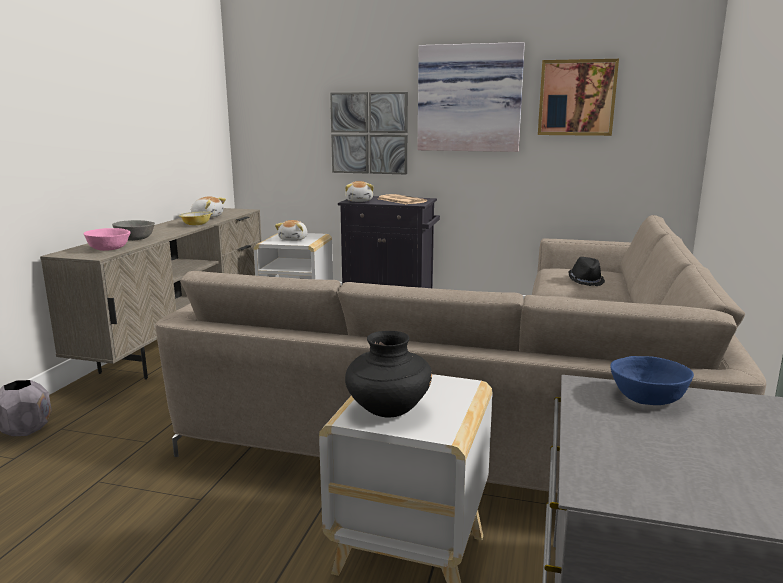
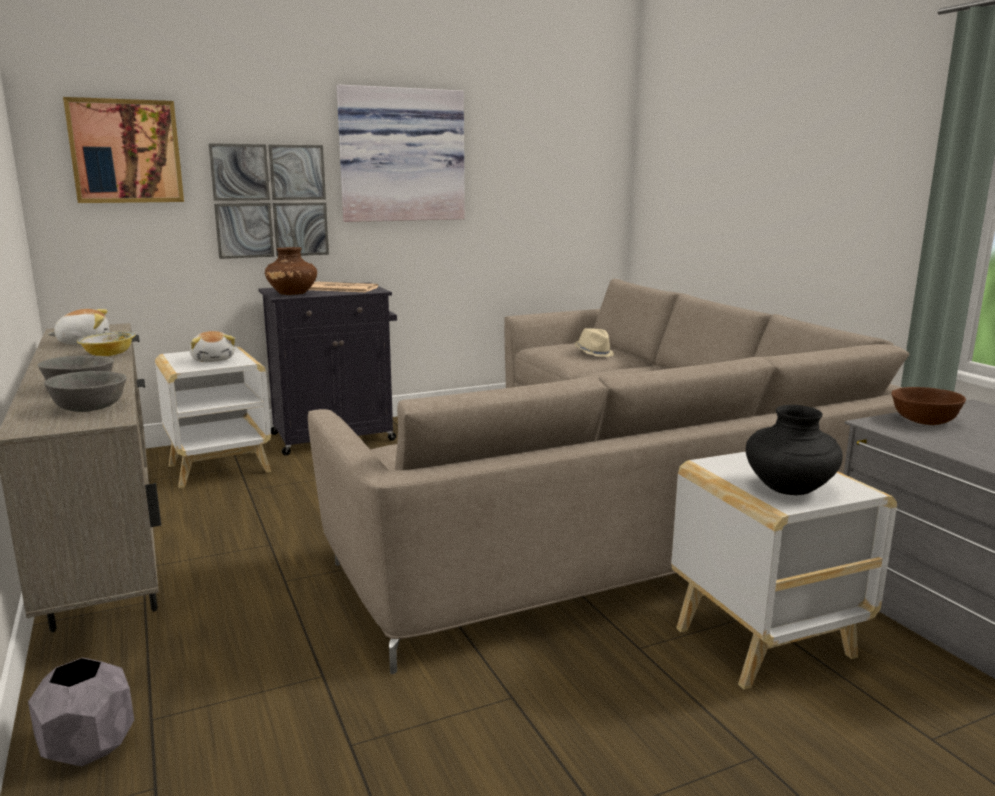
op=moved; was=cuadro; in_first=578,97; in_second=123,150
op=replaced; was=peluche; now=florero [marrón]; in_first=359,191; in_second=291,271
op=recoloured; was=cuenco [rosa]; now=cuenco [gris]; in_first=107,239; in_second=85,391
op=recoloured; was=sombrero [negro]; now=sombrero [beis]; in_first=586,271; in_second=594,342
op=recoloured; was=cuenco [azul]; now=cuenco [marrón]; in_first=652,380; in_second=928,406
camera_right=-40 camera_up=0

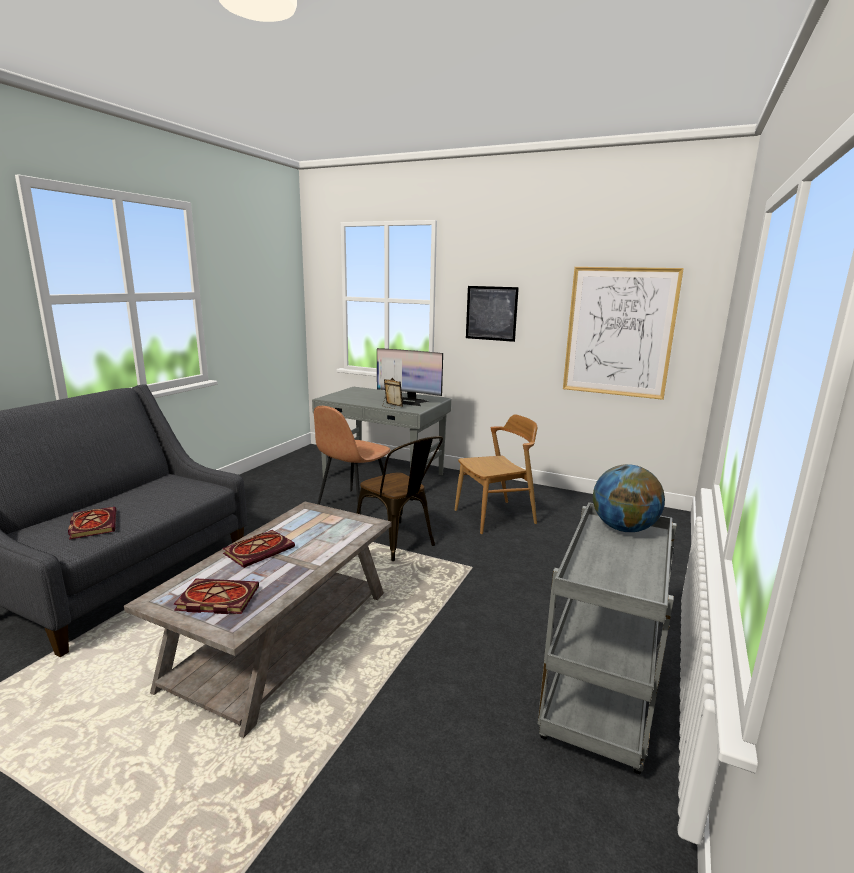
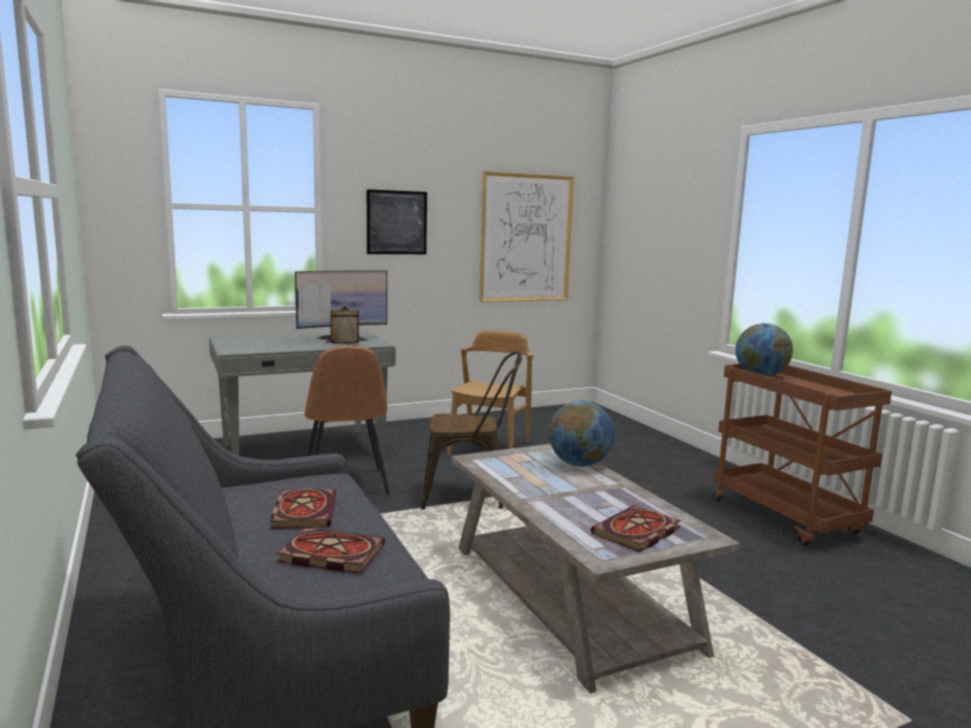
op=added; now=globo terráqueo; in_second=582,433
op=moved; was=libro; in_first=258,549; in_second=303,509
op=recoloured; was=carrito [gris]; now=carrito [marrón]; in_first=607,638; in_second=802,455
camera_right=-50 camera_up=-5

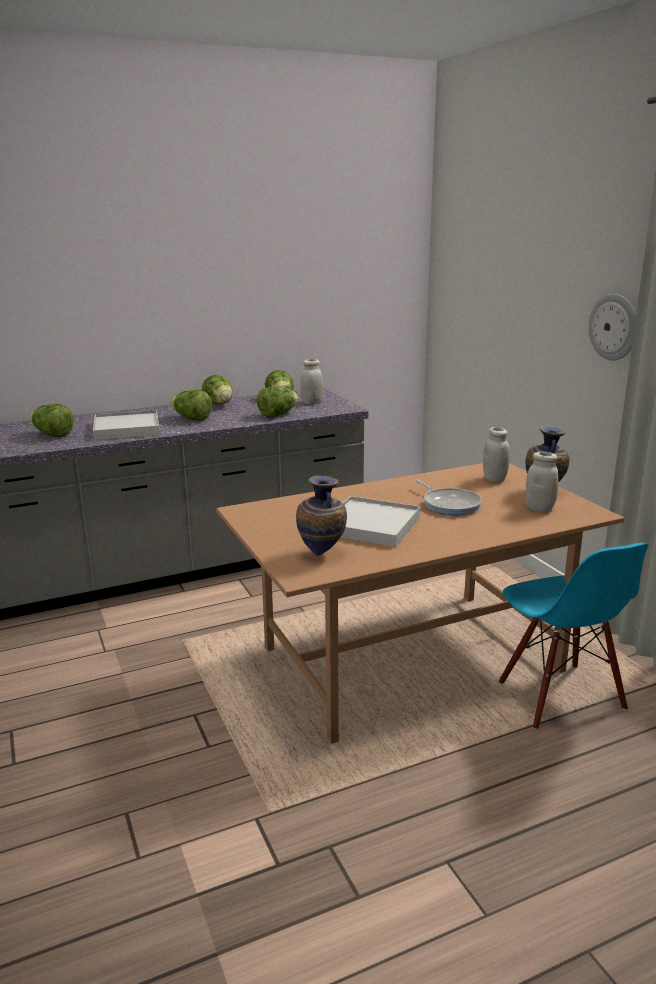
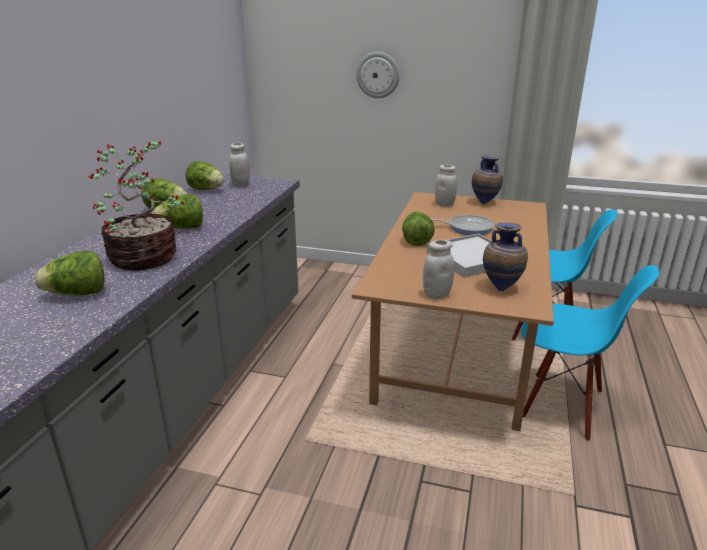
op=added; now=silla [azul]; in_second=590,353
op=moved; was=lechuga; in_first=278,402; in_second=418,229
op=moved; was=tarro [blanco]; in_first=542,482; in_second=438,269
op=moved; was=reloj de pared; in_first=612,327; in_second=378,75
op=replaced; was=bandeja [blanco]; now=planta en maceta; in_first=126,425; in_second=136,206
camera_right=-50 camera_up=5

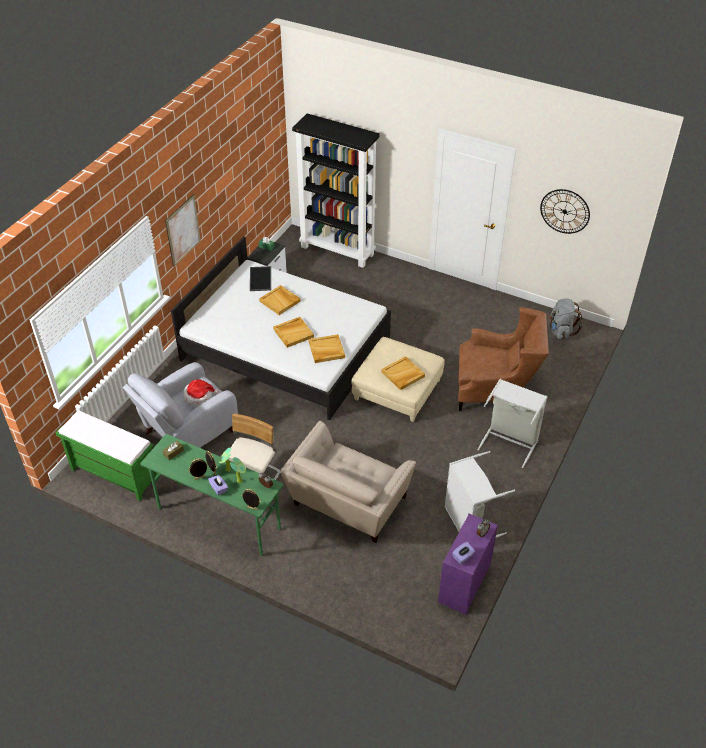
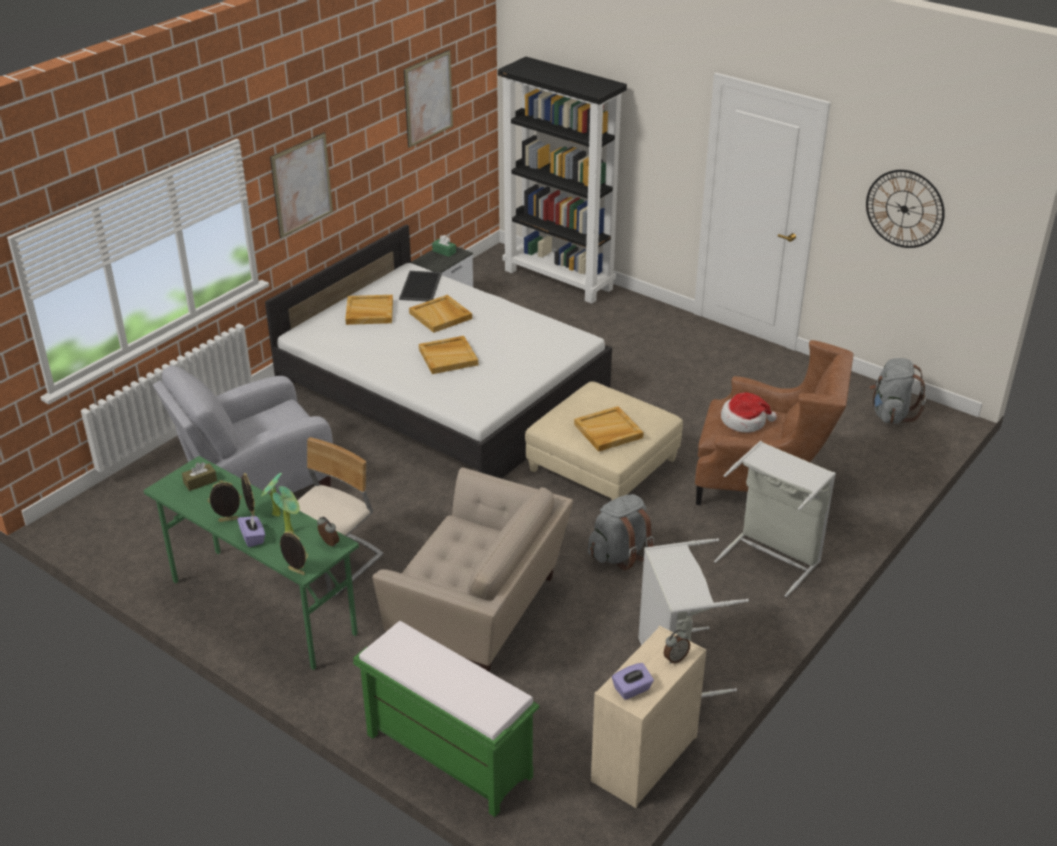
op=added; now=cuadro; in_second=428,99
op=added; now=mochila [gris]; in_second=621,532
op=moved; was=banco [verde]; in_first=107,455; in_second=446,719
op=moved; was=sombrero; in_first=201,392; in_second=749,413
op=moved; was=bandeja [beis]; in_first=327,348; in_second=369,310
op=recoloured; was=cómoda [morado]; now=cómoda [beis]; in_first=468,564; in_second=648,717
op=turned; was=sillón [beis]; in_first=348,482; in_second=472,570; clockwise=-105
camera_right=10 camera_up=-10

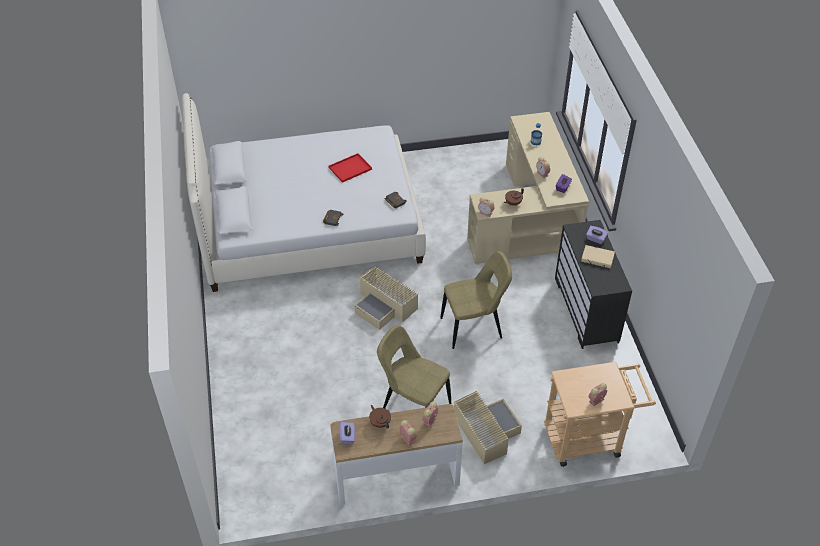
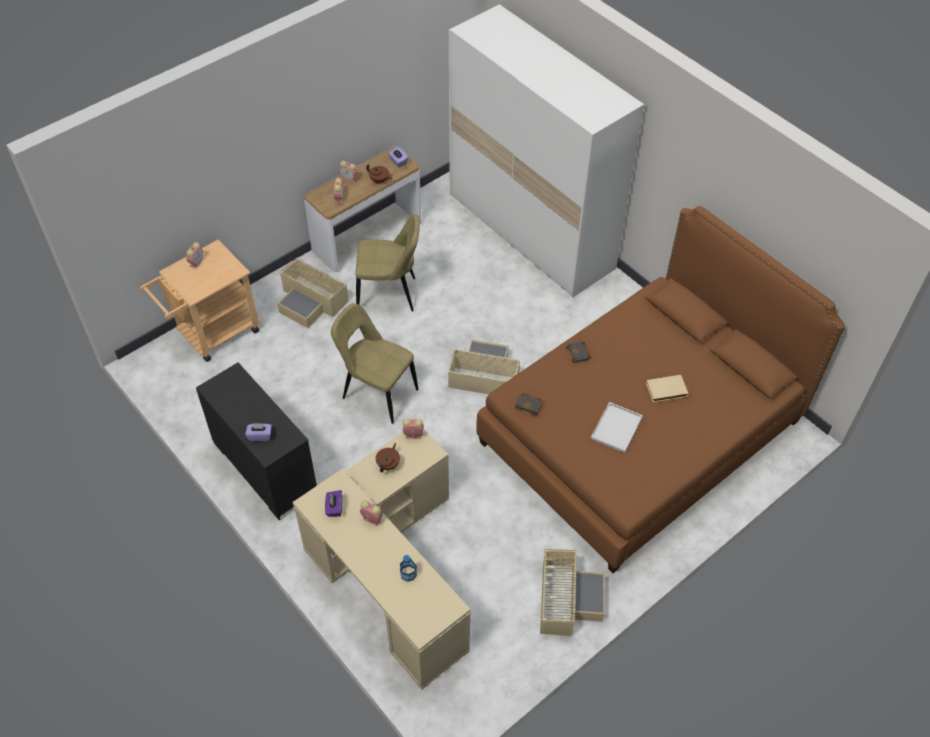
op=added; now=armario ropero [blanco]; in_second=546,150
op=added; now=caja de almacenaje [beis]; in_second=572,592
op=moved; was=libro [beis]; in_first=598,256; in_second=667,388
op=recoloured; was=cama [blanco]; now=cama [marrón]; in_first=304,192; in_second=661,389
op=recoloured; was=bandeja [rojo]; now=bandeja [blanco]; in_first=350,168; in_second=617,427
op=turned; was=silla [beis]; in_first=476,300; in_second=374,363; clockwise=75
camera_right=150 camera_up=5

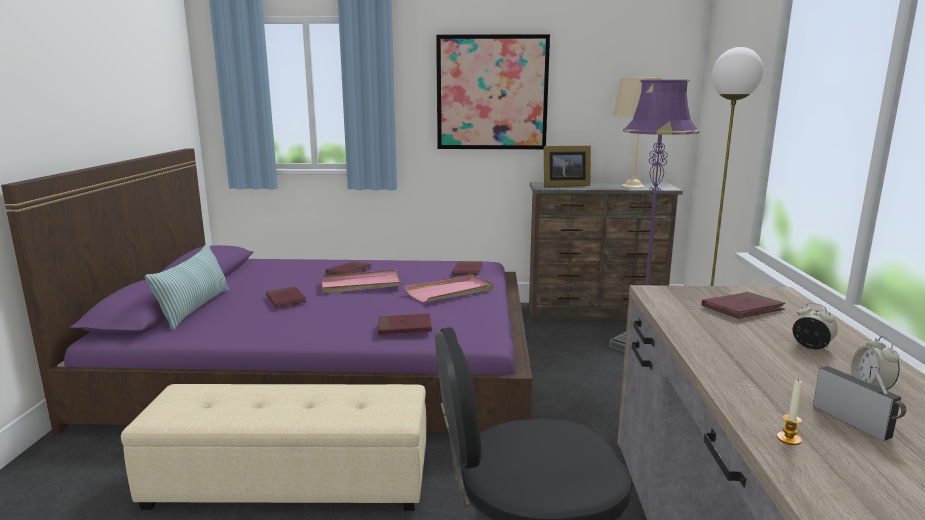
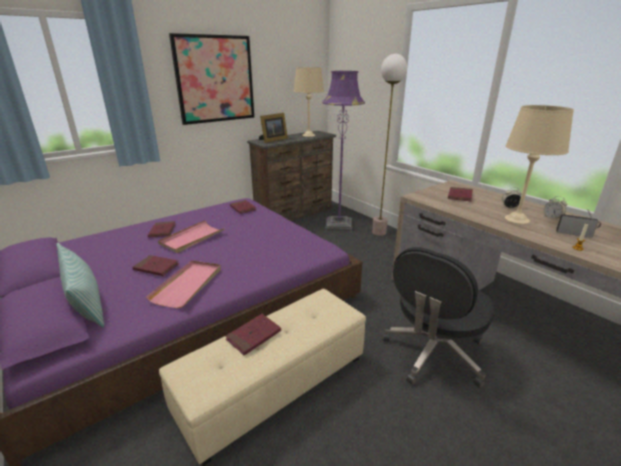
op=added; now=lámpara de mesa [beis]; in_second=539,164
op=moved; was=libro [rojo]; in_first=405,324; in_second=253,335
op=moved; was=bandeja [rosa]; in_first=449,288; in_second=183,284
camera_right=-40 camera_up=10

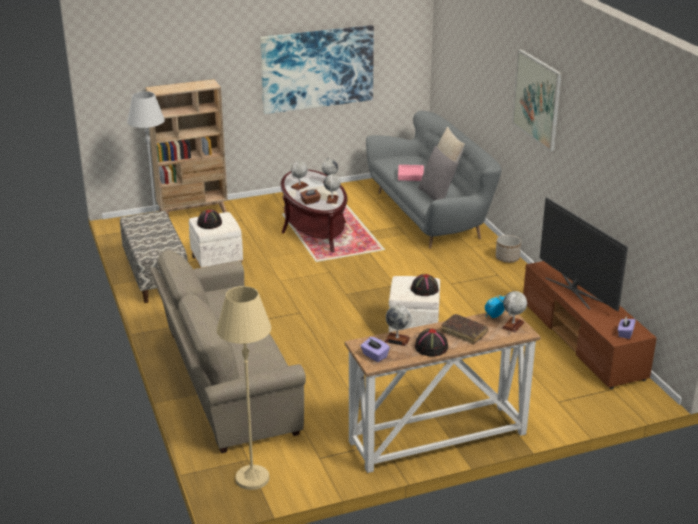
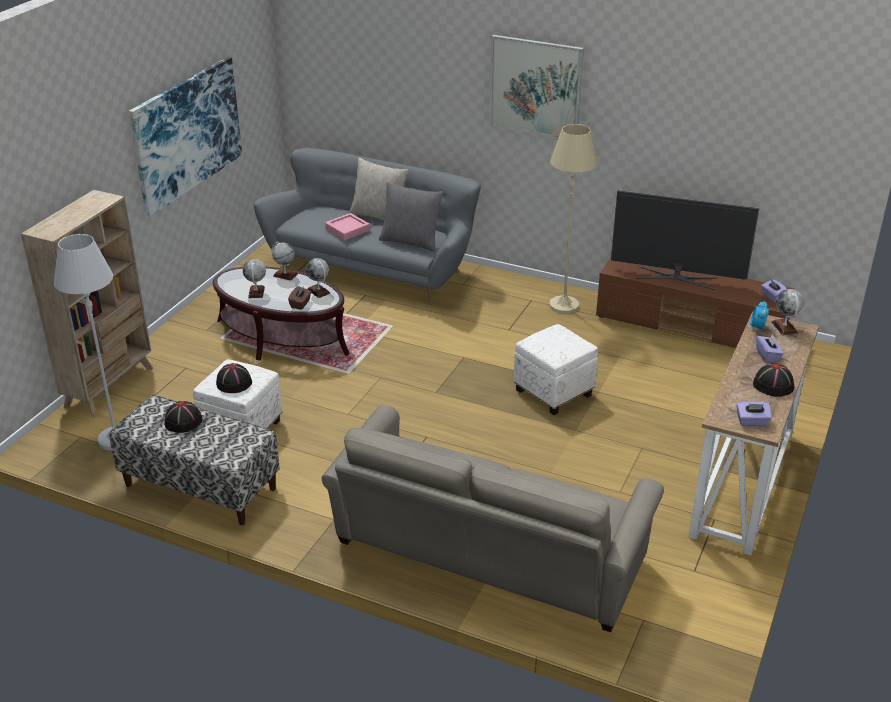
op=removed; was=globo terráqueo; in_first=398,325
op=removed; was=maceta; in_first=508,249
op=moved; was=lámpara de pie [beis]; in_first=244,388; in_second=573,219
op=moved; was=sombrero [negro]; in_first=425,285; in_second=184,417
op=replaced; was=libro [marrón]; now=caja de pañuelos [morado]; in_first=465,329; in_second=770,348
camera_right=-45 camera_up=5

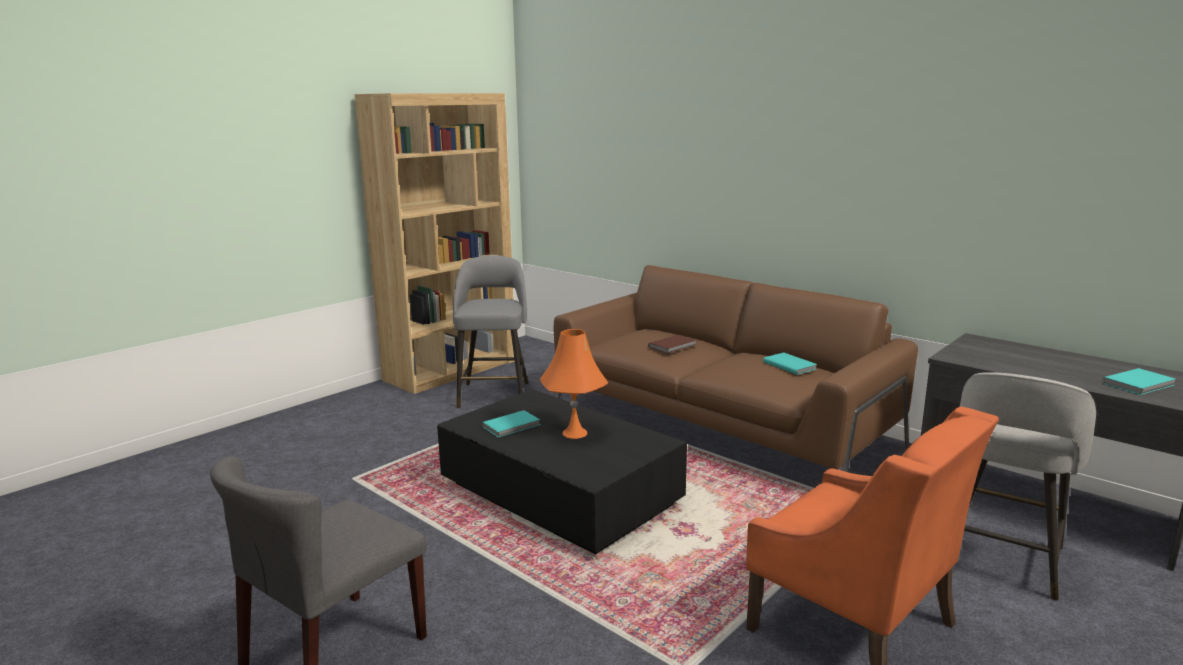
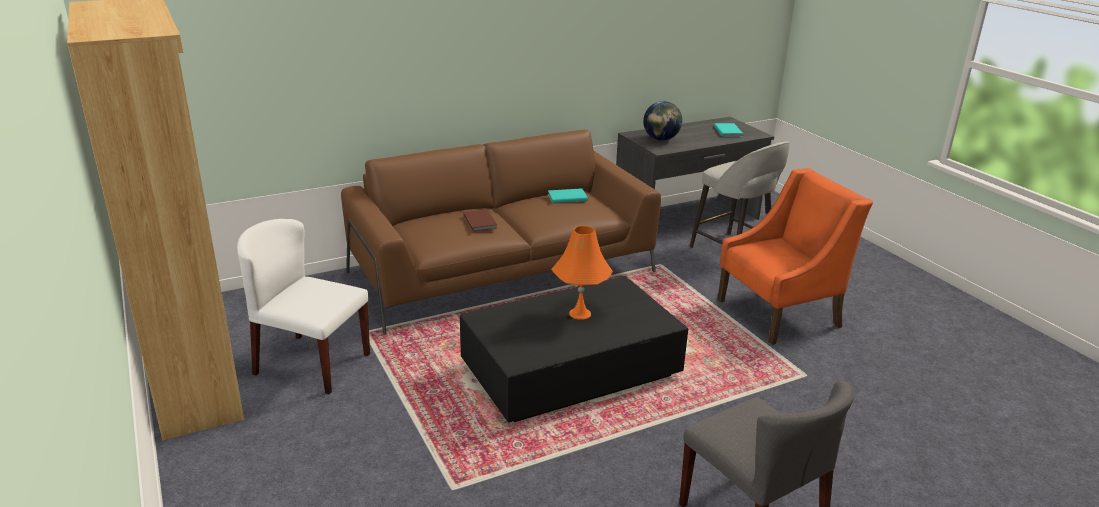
op=removed; was=libro [turquesa]; in_first=511,423
op=added; now=globo terráqueo; in_second=662,121
op=replaced; was=taburete [gris]; now=silla [blanco]; in_first=490,331; in_second=303,306
camera_right=-70 camera_up=10

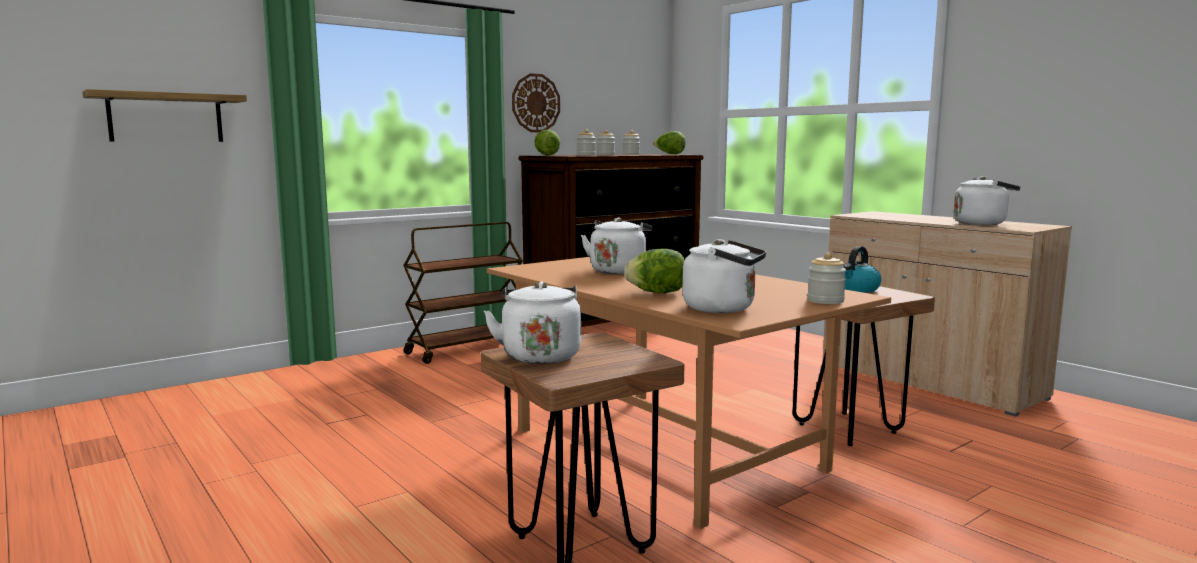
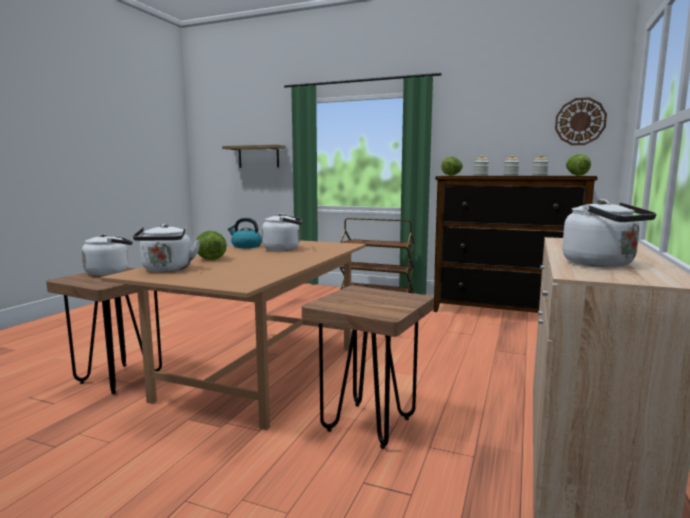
op=removed; was=tarro; in_first=826,278
op=moved; was=reloj de pared; in_first=536,102; in_second=581,121
op=moved; was=hervidor; in_first=862,269; in_second=245,233
camera_right=60 camera_up=0

